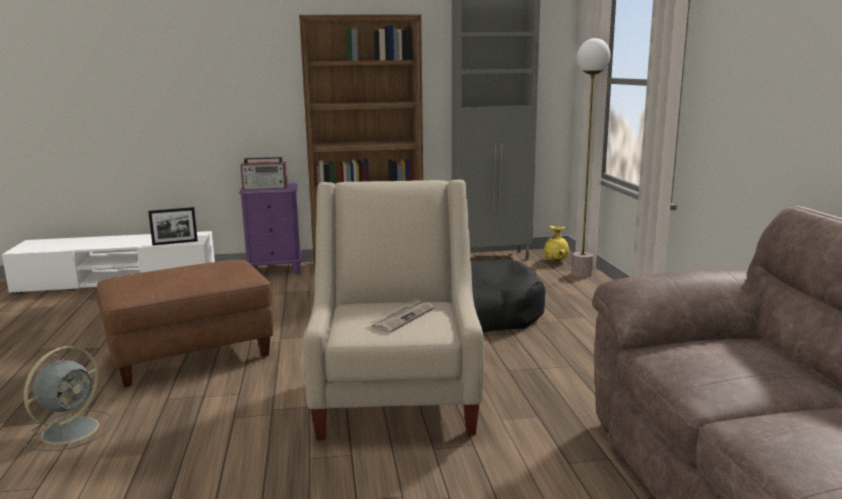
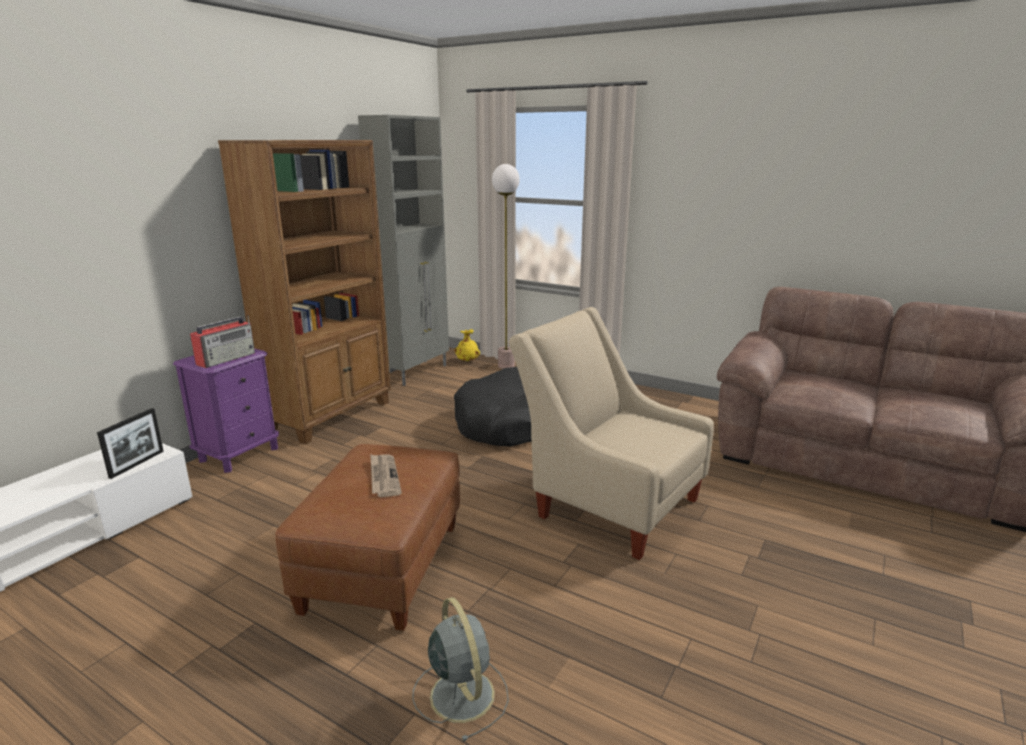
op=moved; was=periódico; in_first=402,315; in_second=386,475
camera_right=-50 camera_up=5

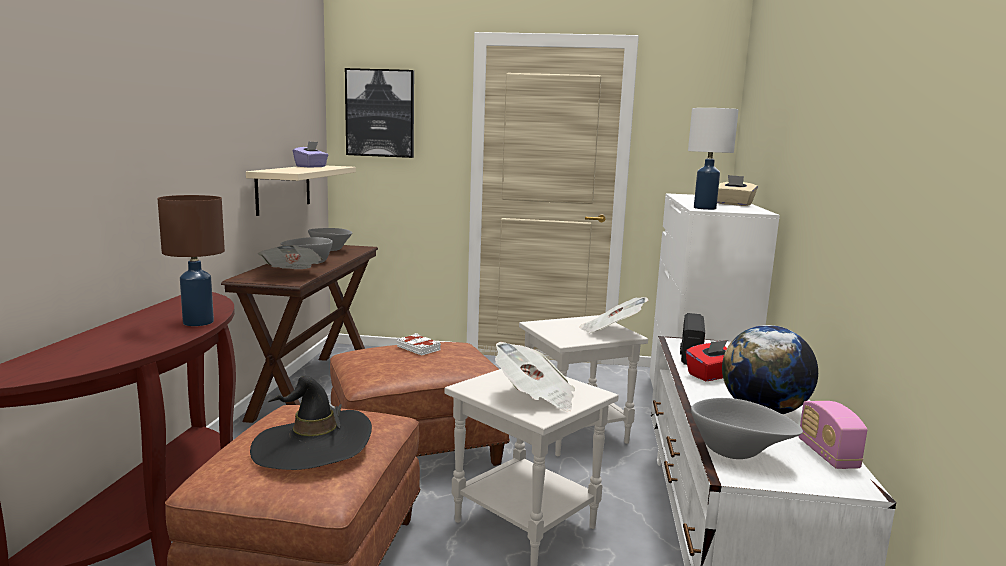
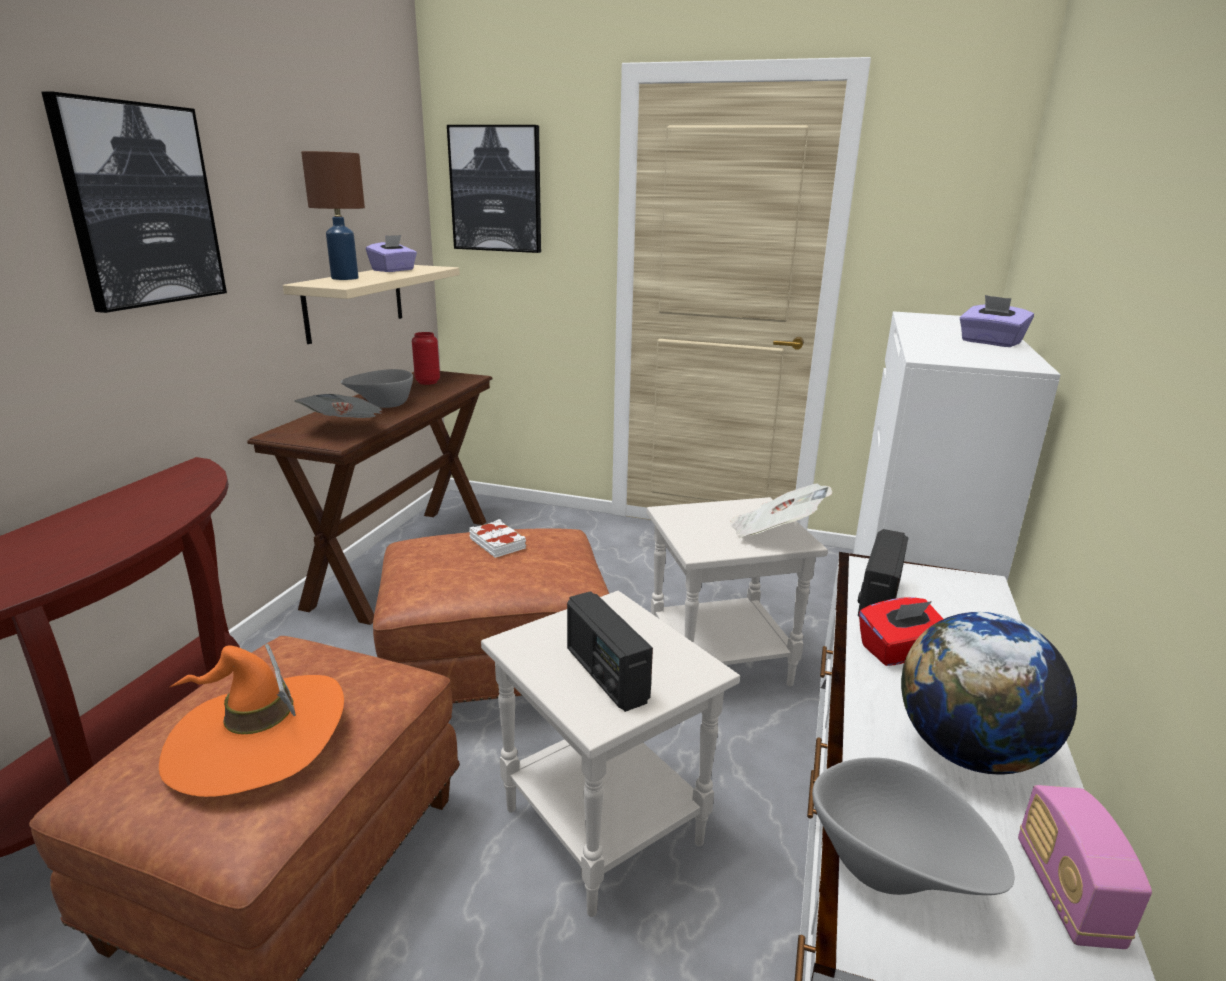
op=removed; was=lámpara de mesa [blanco]; in_first=713,159
op=added; now=cuadro; in_second=134,202
op=moved; was=lámpara de mesa [marrón]; in_first=191,260; in_second=333,215
op=replaced; was=cuenco [gris]; now=florero [rojo]; in_first=330,239; in_second=426,358
op=replaced; was=periódico; now=radio; in_first=535,376; in_second=610,651
op=recoloured; was=sombrero [negro]; now=sombrero [naranja]; in_first=311,423; in_second=251,720
op=recoloured; was=caja de pañuelos [beis]; now=caja de pañuelos [morado]; in_first=737,190; in_second=997,321
camera_right=10 camera_up=10

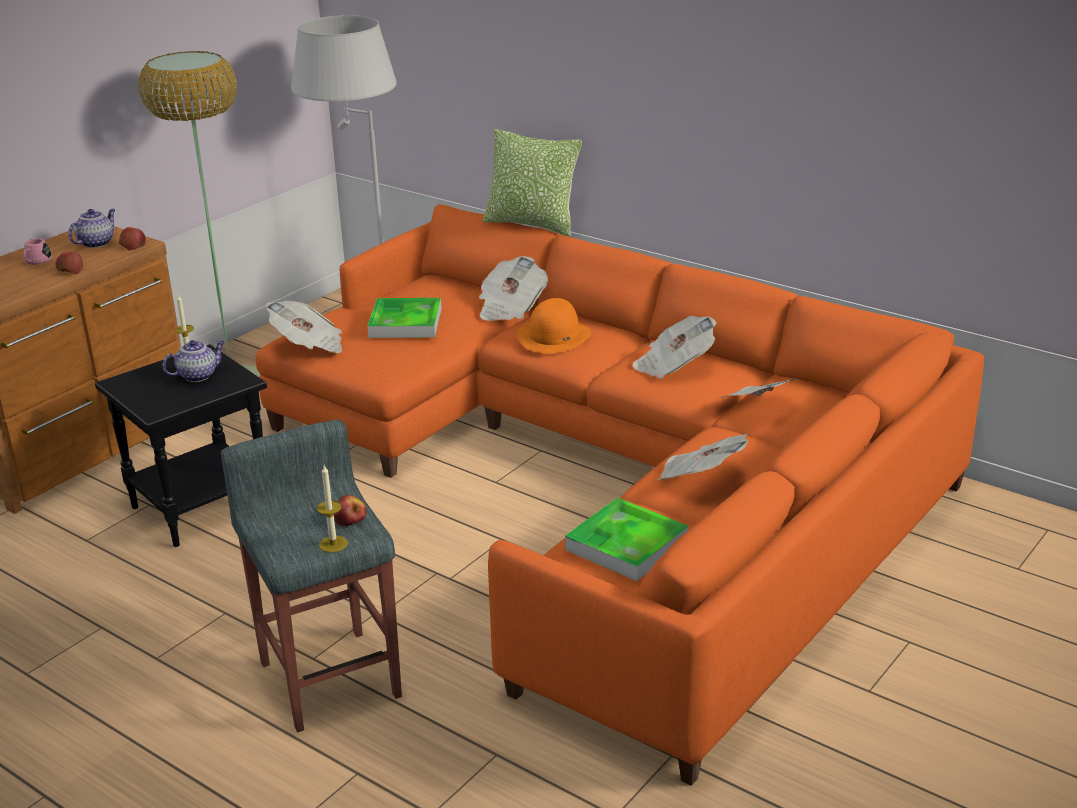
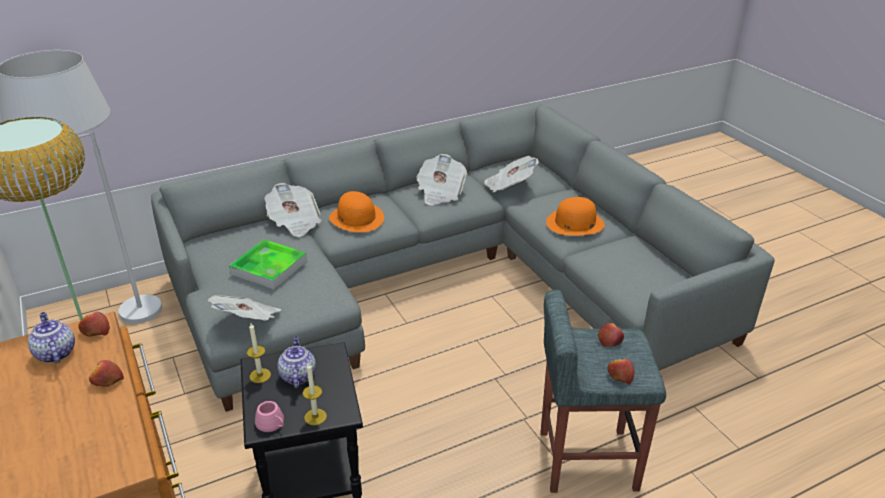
op=removed; was=cojín; in_first=532,182
op=removed; was=bandeja; in_first=626,539
op=added; now=manzana; in_second=621,372
op=moved; was=taza grande [rosa]; in_first=37,251; in_second=269,416
op=moved; was=vela; in_first=332,509; in_second=315,393
op=replaced; was=periódico; now=sombrero [naranja]; in_first=703,457; in_second=575,216
op=recoloured; was=sofá [naranja]; now=sofá [gris]; in_first=619,495; in_second=463,257
camera_right=-65 camera_up=5

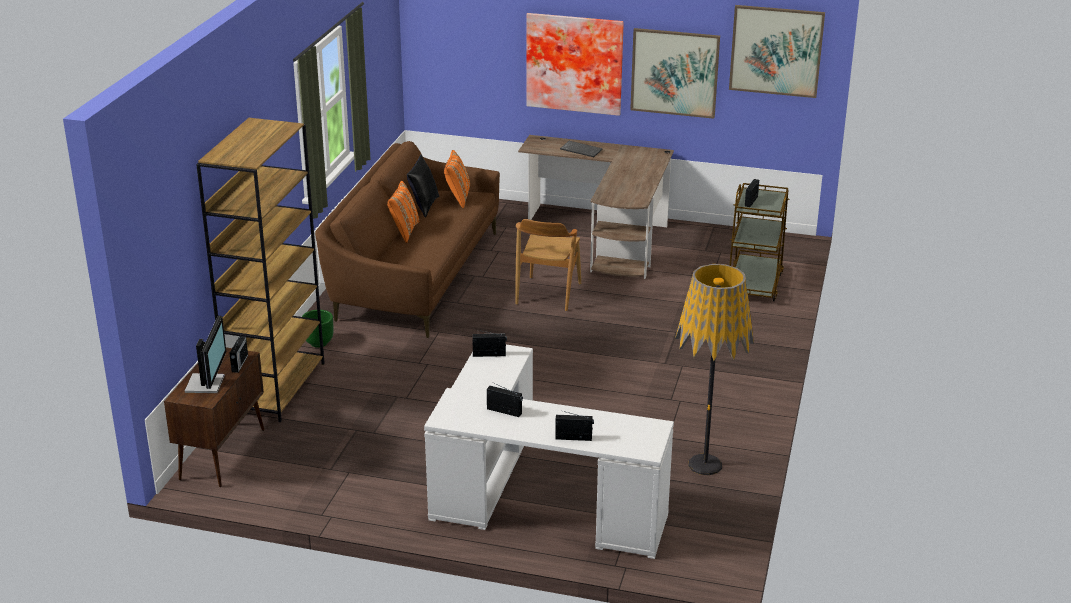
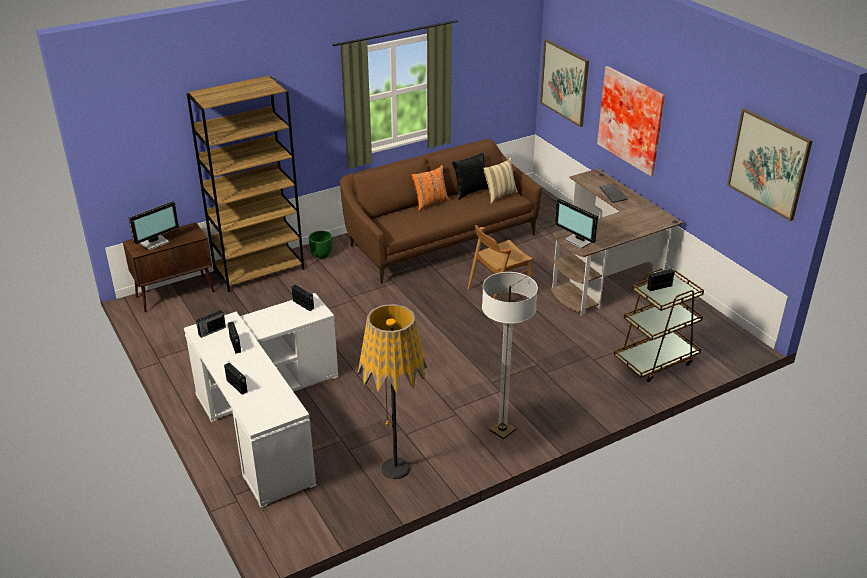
op=added; now=lámpara de pie; in_second=510,355
op=added; now=monitor; in_second=576,223
op=moved; was=radio; in_first=239,353; in_second=211,324
op=moved; was=cuadro; in_first=675,73; in_second=564,83
op=recoloured; was=cojín [naranja]; now=cojín [beis]; in_first=457,179; in_second=500,180
camera_right=45 camera_up=5

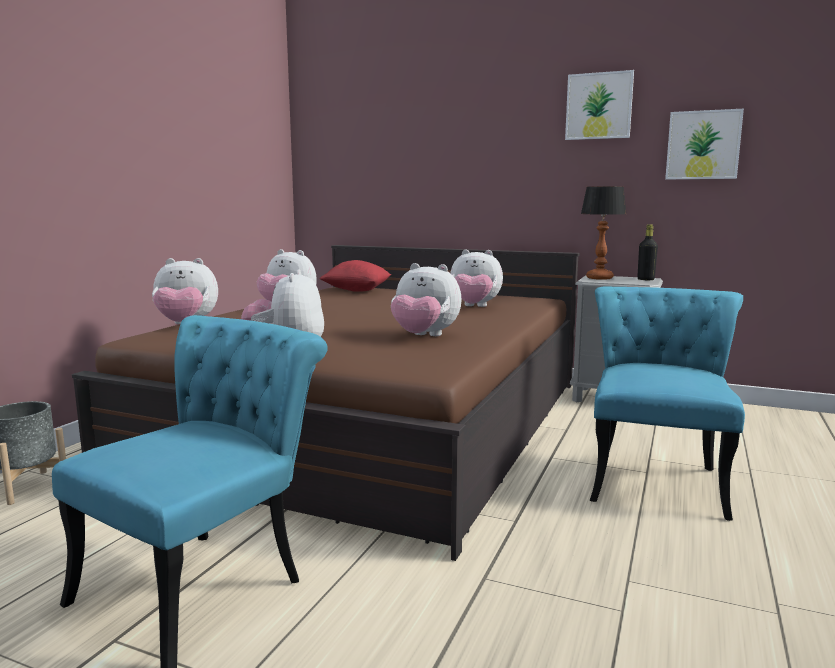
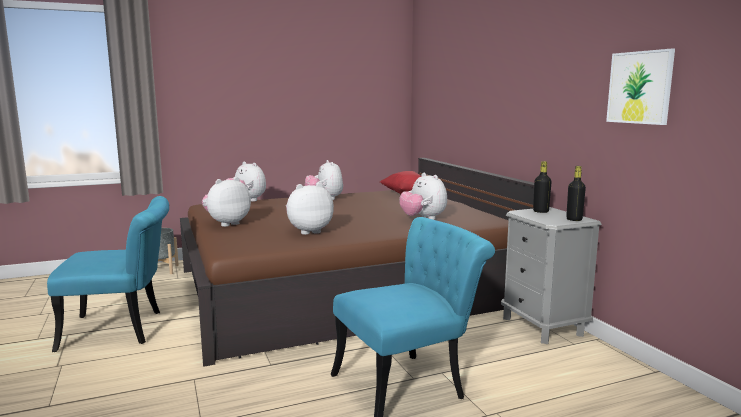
op=removed; was=cuadro; in_first=599,105
op=replaced; was=lámpara de mesa; now=botella [negro]; in_first=603,233; in_second=542,187
op=turned; was=peluche; in_first=426,299; in_second=310,209; clockwise=90
camera_right=45 camera_up=0

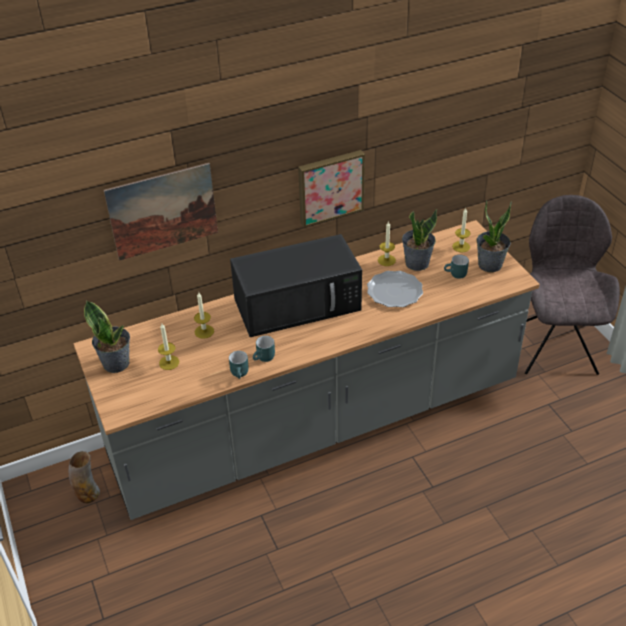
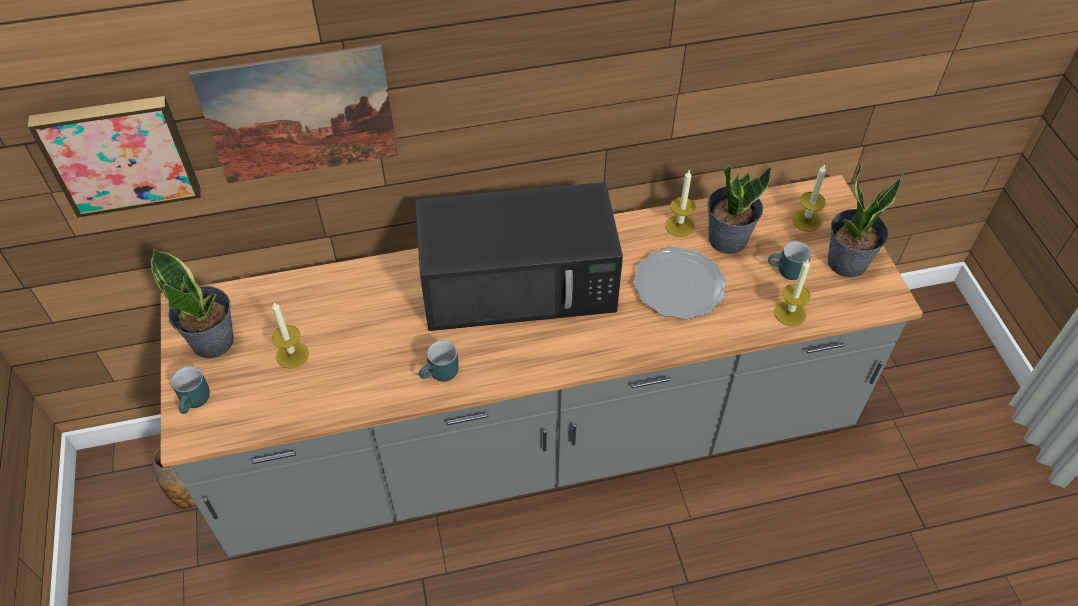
op=removed; was=silla [gris]; in_first=572,285
op=moved; was=vela; in_first=204,316; in_second=792,293
op=moved; was=taza grande [turquesa]; in_first=239,365; in_second=190,390
op=moved; was=cuadro; in_first=331,189; in_second=114,157
camera_right=10 camera_up=10

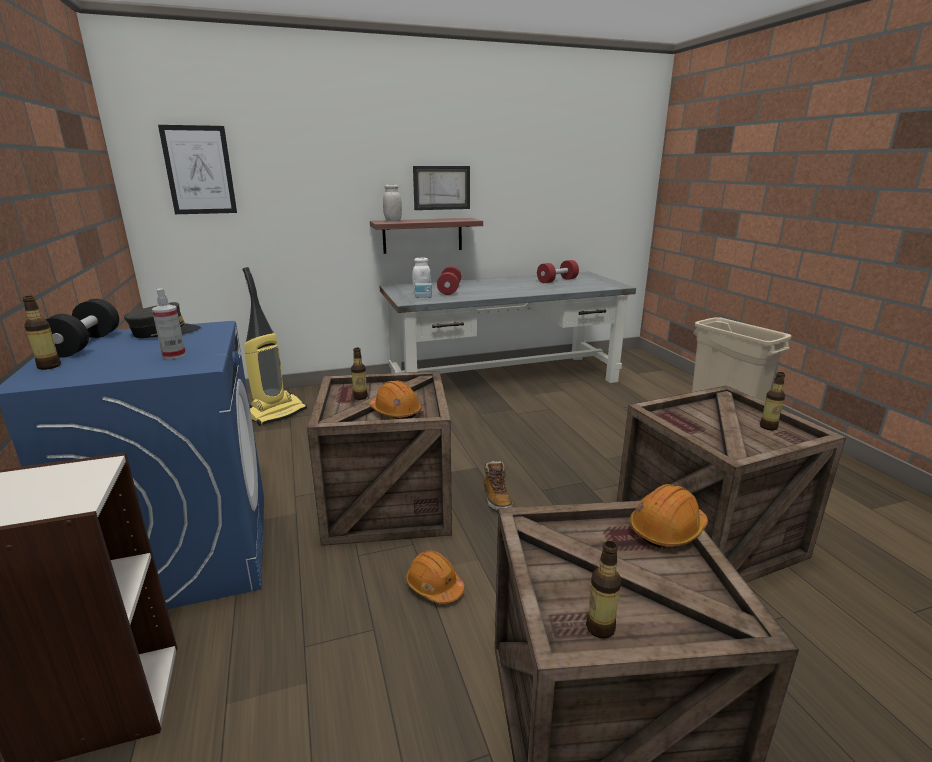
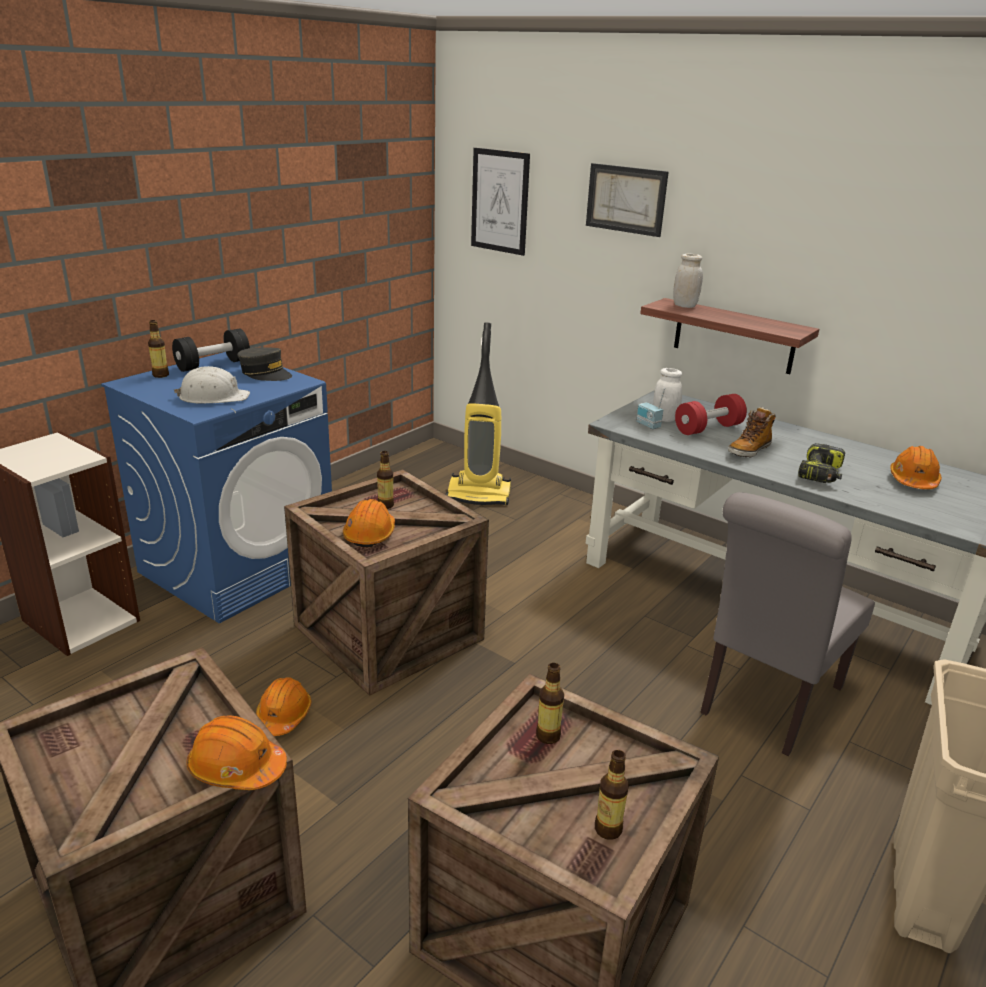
op=added; now=silla [gris]; in_second=787,624
op=added; now=taladro; in_second=821,463
op=moved; was=cuadro; in_first=441,188; in_second=627,200
op=moved; was=bota; in_first=498,485; in_second=752,432
op=moved; was=botella; in_first=604,590; in_second=550,703
op=replaced; was=pulverizador; now=casco [blanco]; in_first=169,323; in_second=212,385
op=replaced; was=mancuerna [rojo]; now=casco [naranja]; in_first=558,271; in_second=916,467
camera_right=55 camera_up=5

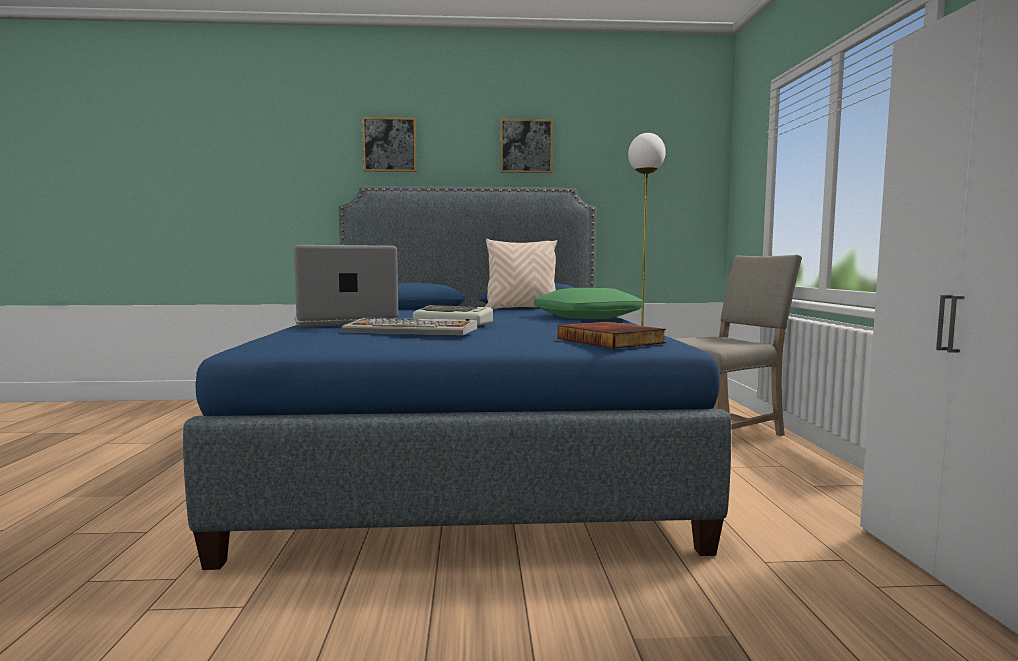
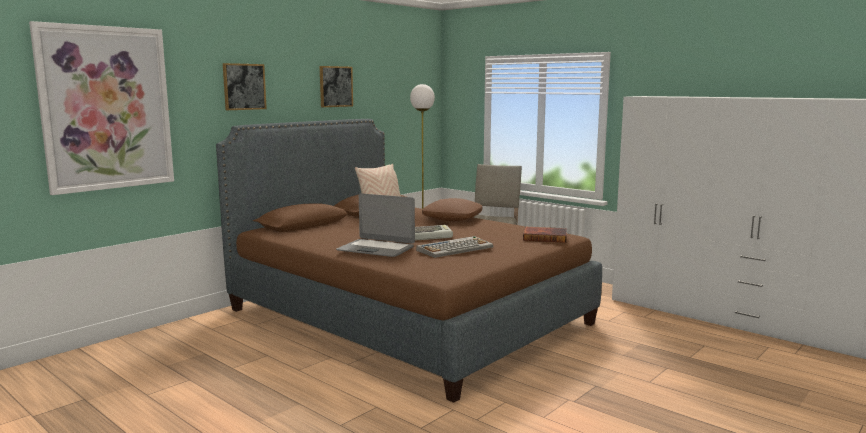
op=added; now=cuadro; in_second=101,108
op=recoloured; was=cama [azul]; now=cama [marrón]; in_first=457,378; in_second=409,261
op=recoloured; was=cojín [verde]; now=cojín [marrón]; in_first=588,303; in_second=452,209
op=turned; was=portátil; in_first=346,286; in_second=375,225; clockwise=-90
camera_right=-45 camera_up=5

